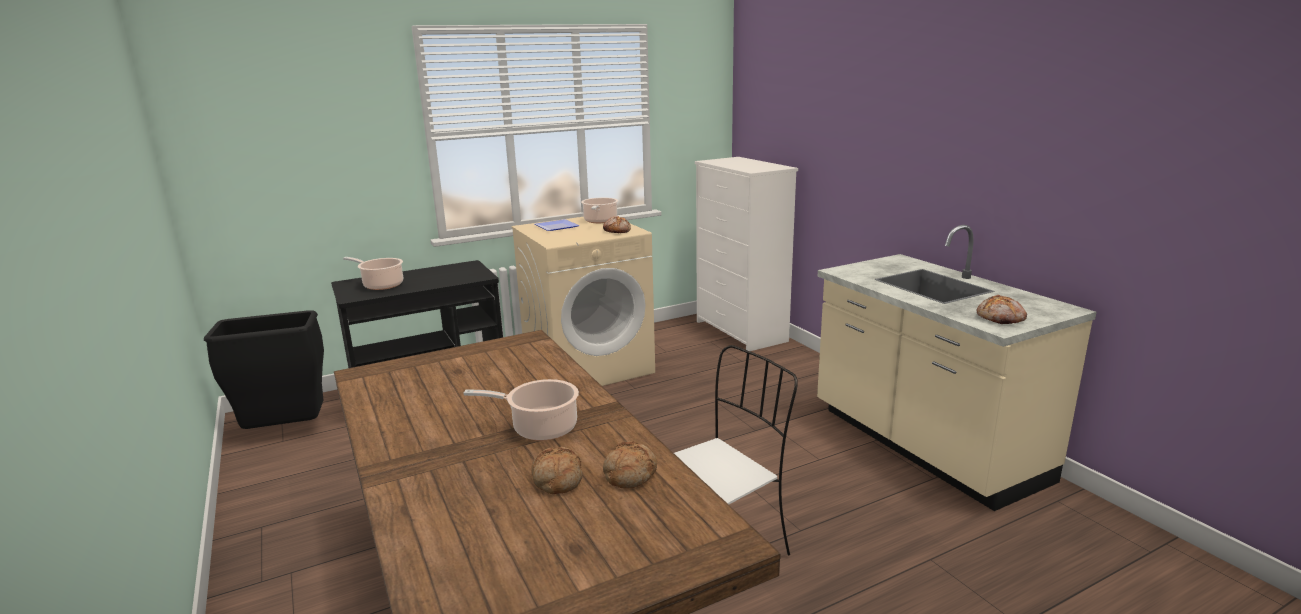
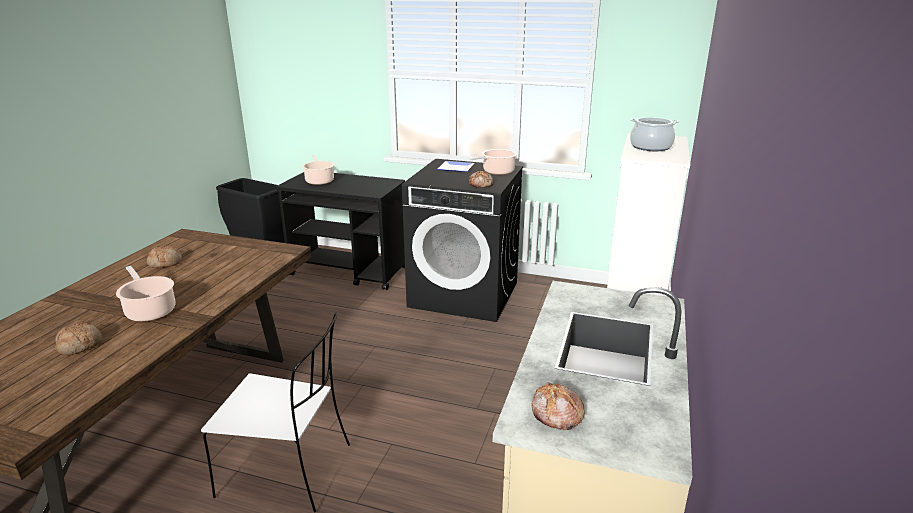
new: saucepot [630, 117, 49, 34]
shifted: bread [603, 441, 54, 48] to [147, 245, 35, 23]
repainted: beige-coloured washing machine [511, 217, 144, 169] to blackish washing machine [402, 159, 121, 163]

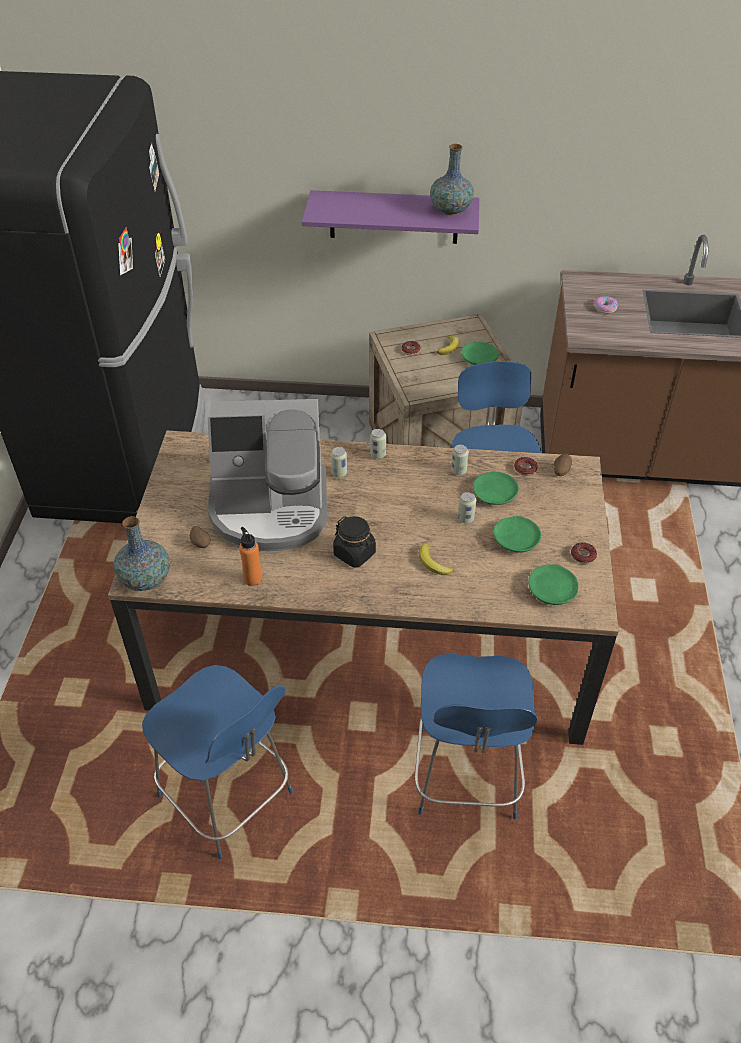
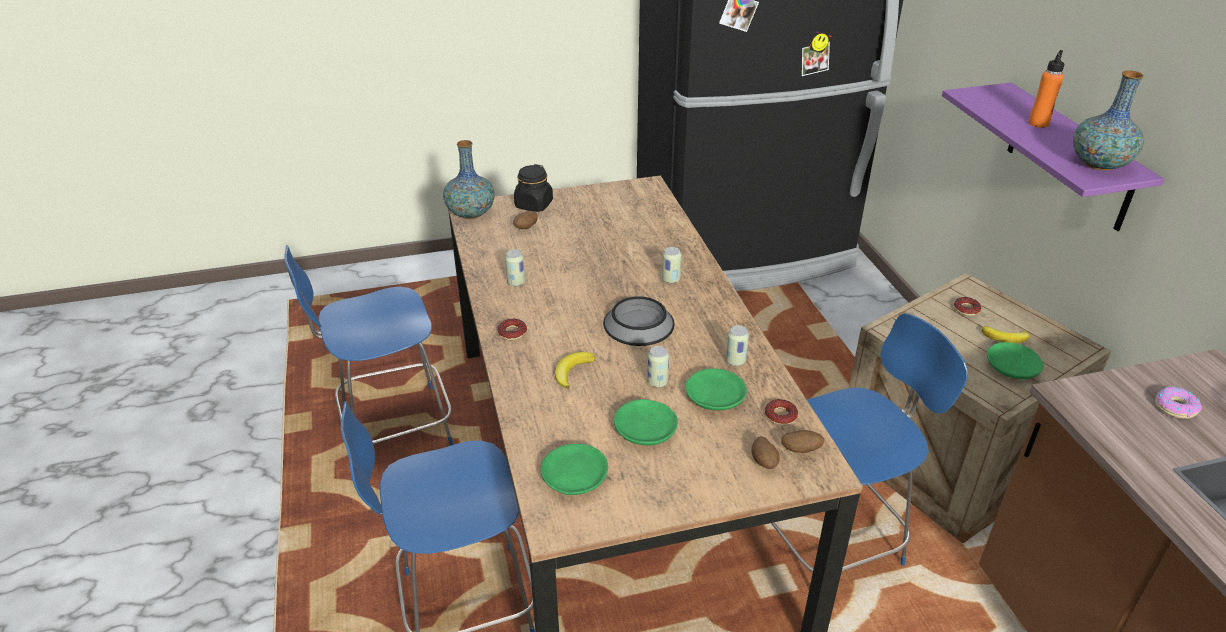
gone: coffee machine [208, 399, 119, 152]
new: serving bowl [603, 296, 72, 50]; potato [751, 436, 29, 33]
shifted: ring doughnut [571, 542, 26, 22] to [498, 319, 29, 21]; sealed can [370, 429, 16, 30] to [505, 249, 20, 37]; blackish preserve jar [333, 516, 43, 52] to [514, 164, 39, 48]; orange-coloured bottle [239, 527, 23, 59] to [1028, 50, 36, 78]
rotated: bluish chair [142, 665, 151, 194] = [285, 245, 168, 200] 45 degrees clockwise

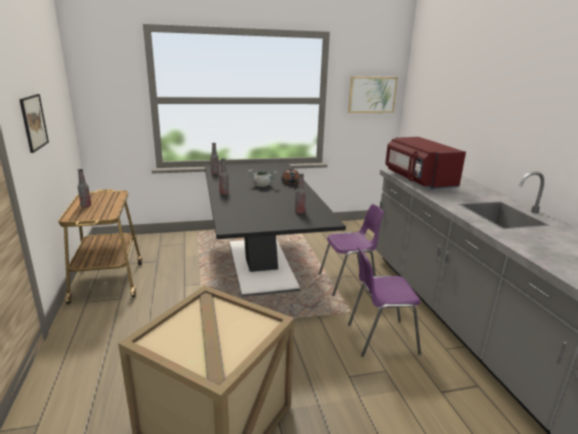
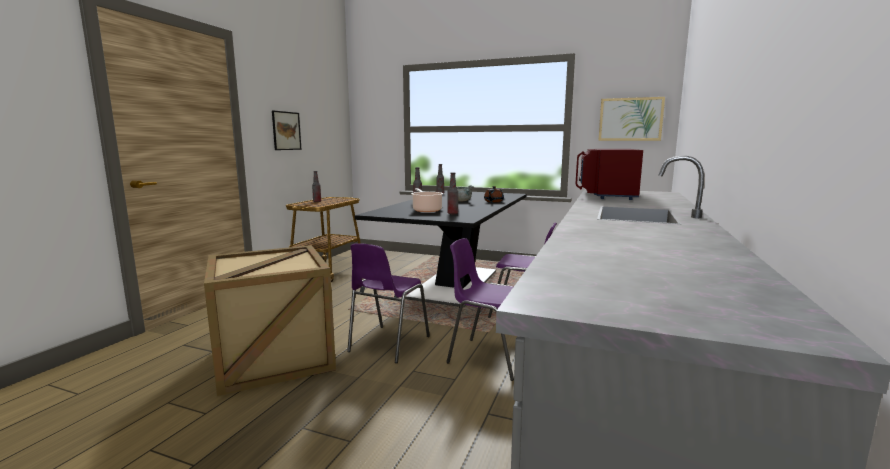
new: purple chair [347, 243, 83, 120]; saucepot [411, 188, 32, 24]

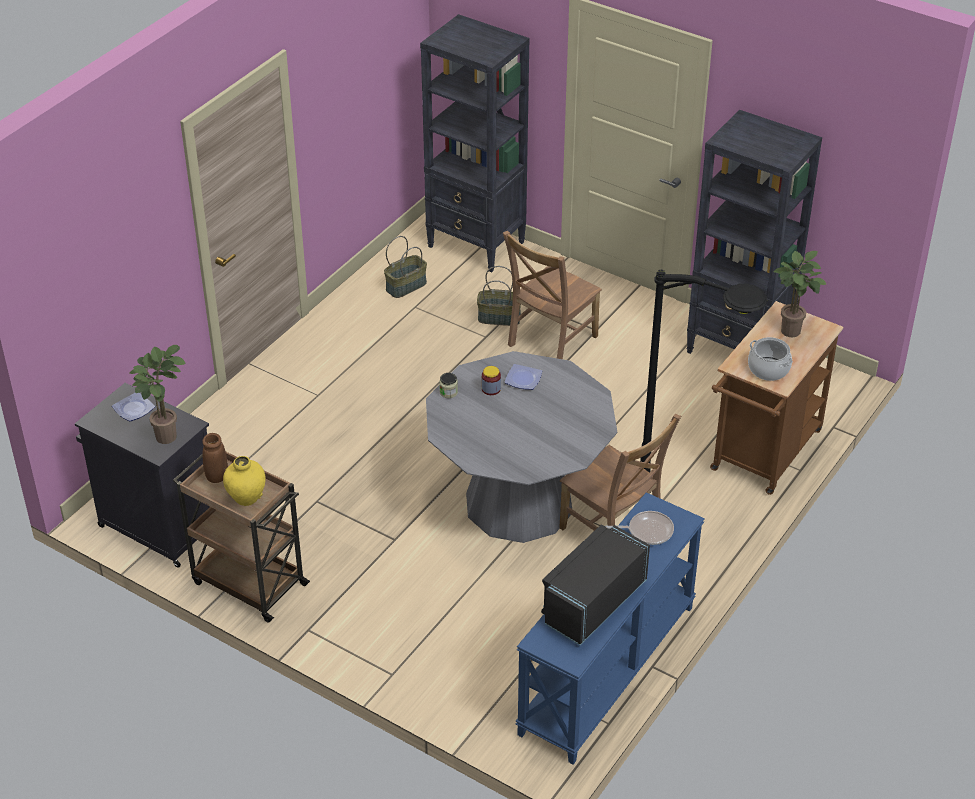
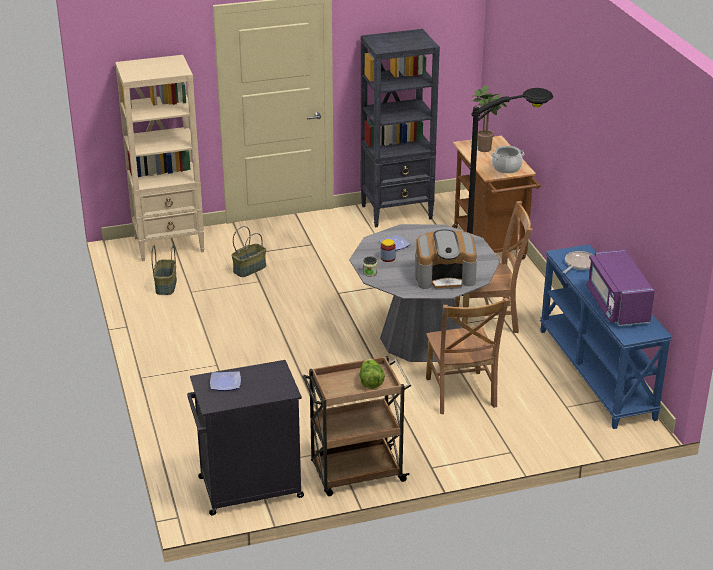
gone: potted plant [130, 345, 56, 99]; brown flower vase [202, 433, 26, 50]
new: coffee machine [415, 229, 62, 61]
shifted: brown chair [503, 231, 99, 128] to [426, 298, 83, 116]
swapped: yellowish flower vase [223, 456, 43, 50] to lettuce [360, 359, 25, 30]
repainted: blackish bookshelf [420, 14, 110, 258] to beige-coloured bookshelf [115, 55, 90, 206]; blackish microwave [541, 524, 109, 121] to purple microwave [586, 249, 69, 77]

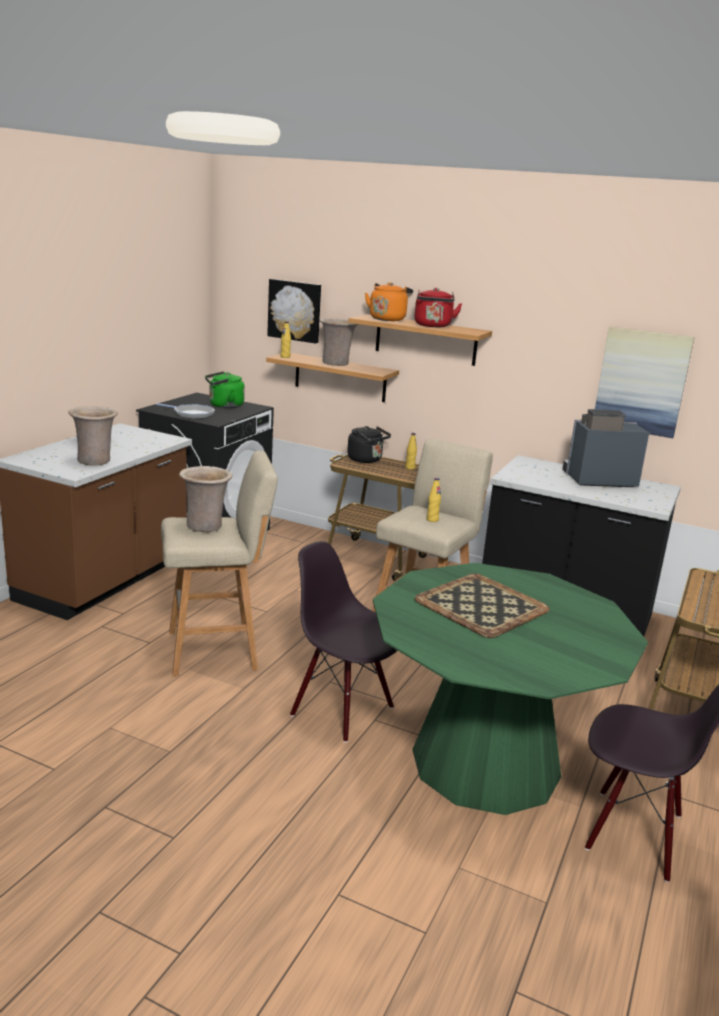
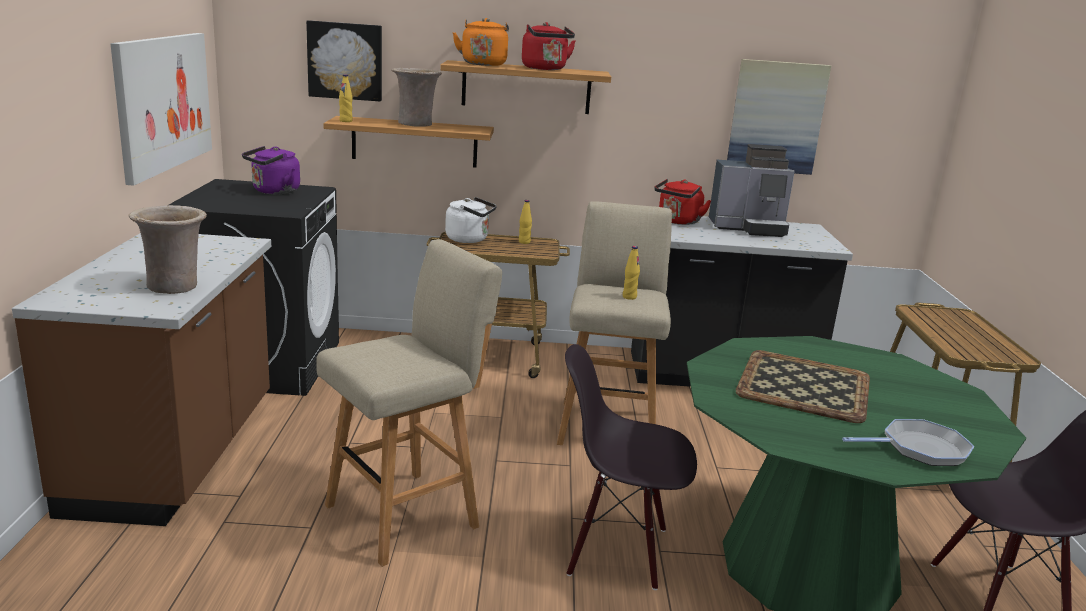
gone: beige-coloured flower vase [179, 466, 54, 66]
new: wall art [110, 33, 102, 153]; red kettle [654, 179, 57, 46]
shifted: pan [156, 403, 59, 16] to [842, 419, 132, 47]
repainted: green-coloured kettle [205, 371, 40, 37] to purple kettle [242, 146, 58, 49]; blackish kettle [347, 426, 44, 37] to white-coloured kettle [445, 197, 51, 46]
rotated: coffee machine [563, 409, 86, 78] = [709, 144, 86, 93] 150 degrees counterclockwise

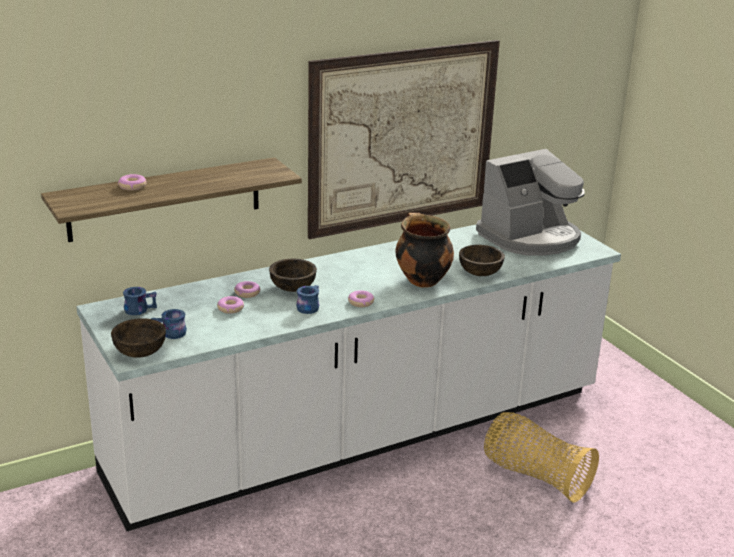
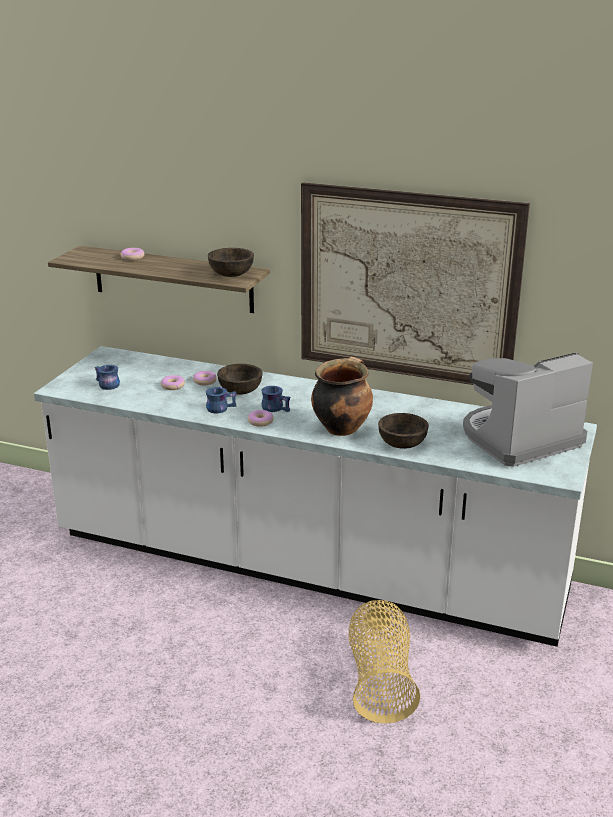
shifted: brown serving bowl [111, 318, 55, 40] to [208, 248, 46, 29]; bluish coffee mug [123, 287, 34, 28] to [261, 386, 29, 26]
rotated: coffee machine [476, 149, 109, 107] = [463, 352, 130, 115] 135 degrees clockwise

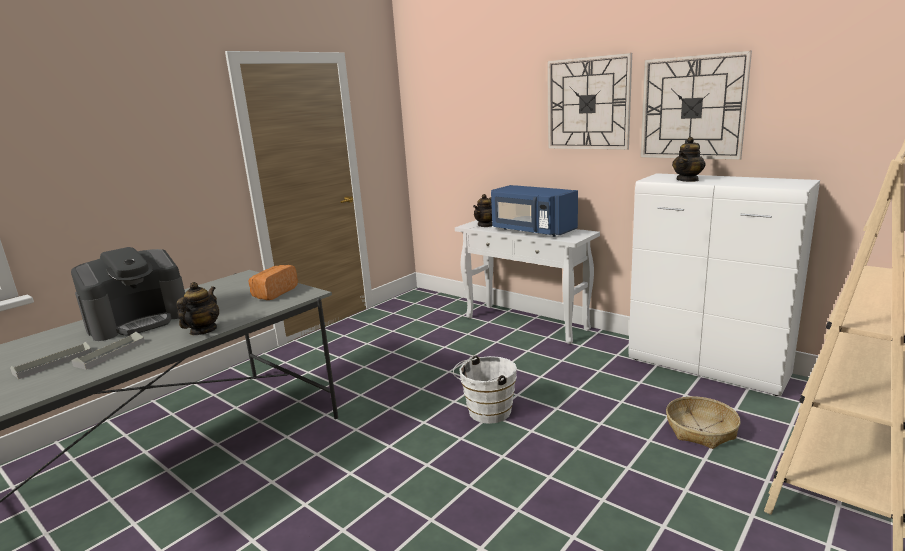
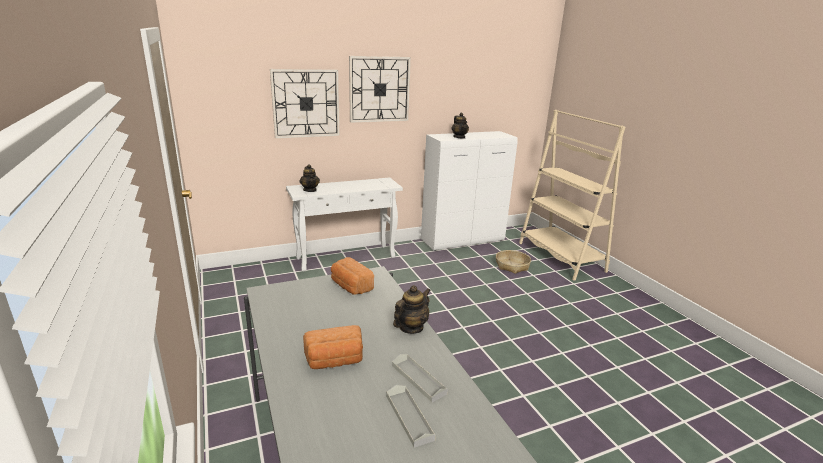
gone: white-coloured pail [453, 355, 64, 69]; bluish microwave [491, 185, 87, 52]
shifted: clock on the wall [640, 50, 112, 110] to [270, 69, 70, 70]
swapped: coffee machine [71, 247, 114, 94] to bread [303, 325, 60, 44]
rotated: tea pot [176, 282, 43, 53] = [393, 285, 38, 49] 90 degrees clockwise

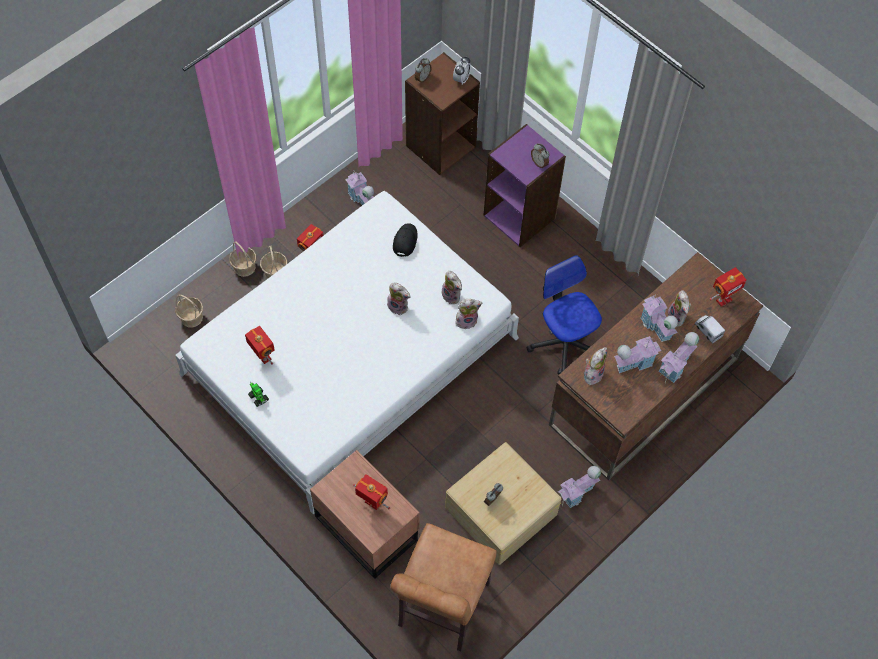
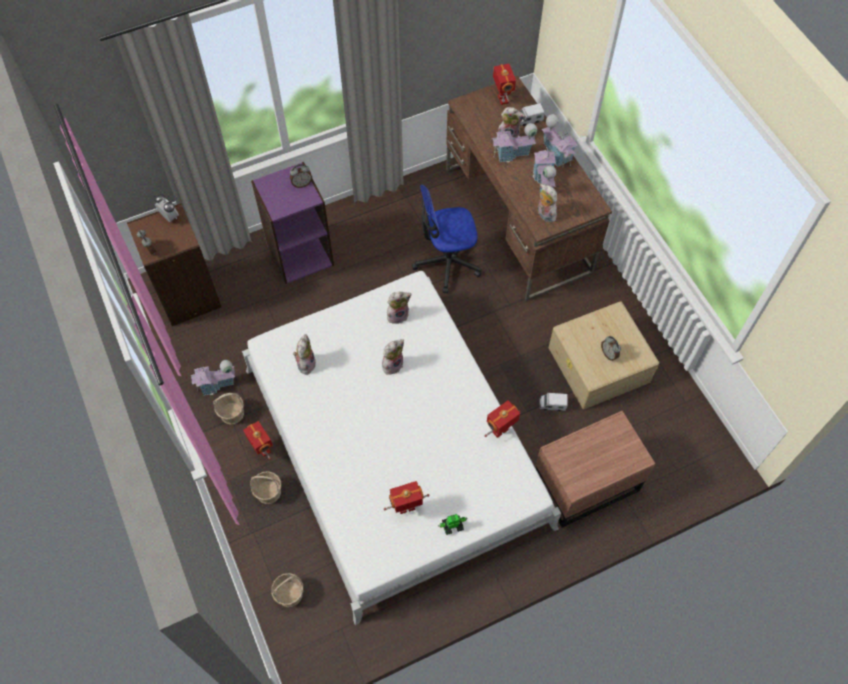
gone: brown chair [391, 523, 106, 128]; blackish cap [393, 223, 25, 34]; miniature house [558, 466, 43, 42]
new: toy truck [540, 393, 28, 18]
shifted: storage basket [229, 241, 27, 36] to [213, 393, 31, 32]; cuddly toy [455, 299, 27, 30] to [293, 334, 23, 41]; toy robot [353, 474, 37, 36] to [484, 400, 36, 38]

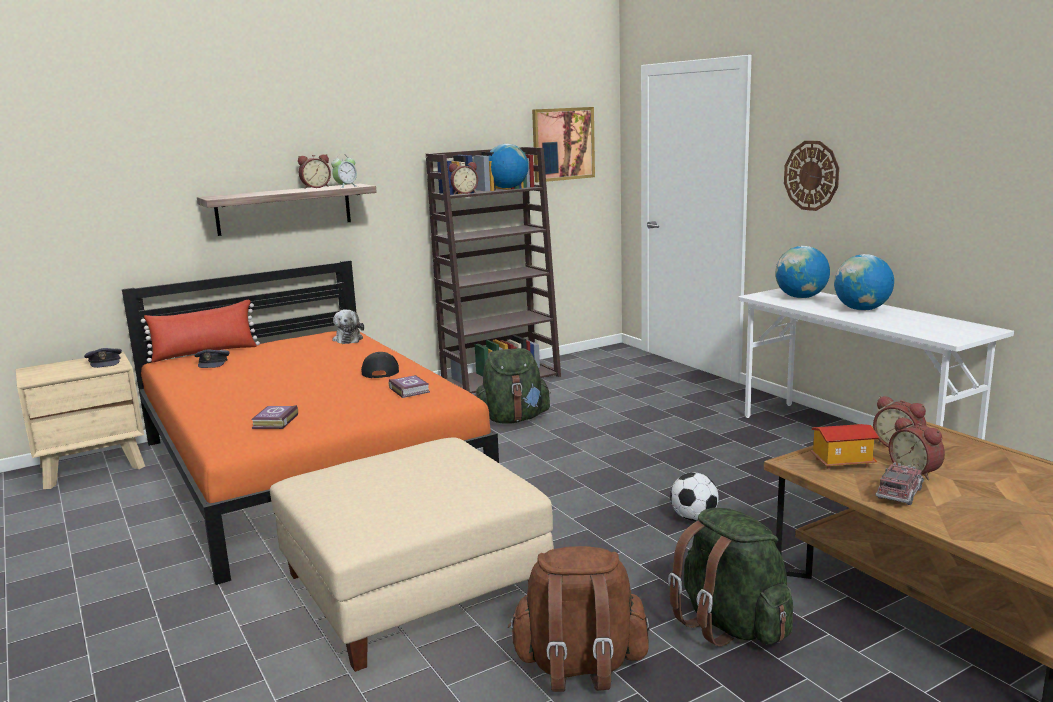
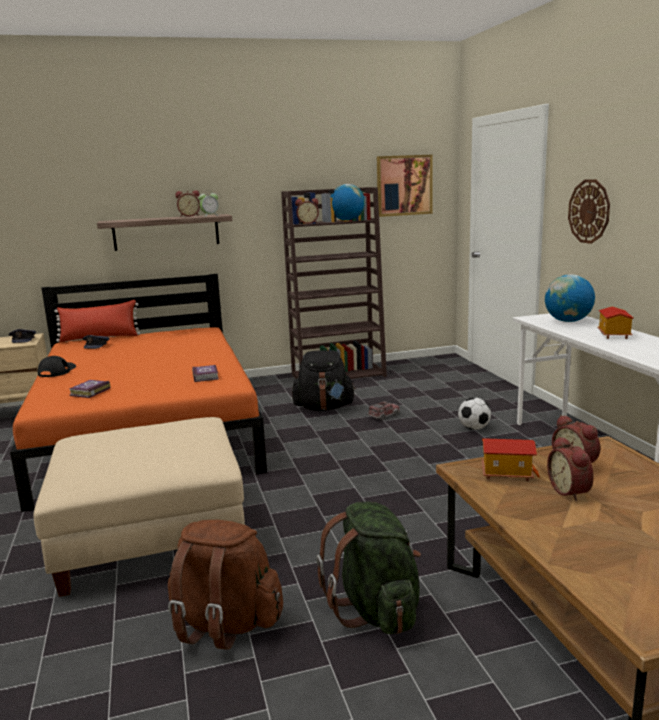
gone: cuddly toy [332, 310, 32, 34]
shifted: blackish cap [361, 352, 38, 26] to [38, 356, 38, 21]; toy truck [875, 462, 49, 43] to [367, 401, 33, 19]; ball for football [670, 473, 49, 48] to [458, 398, 33, 32]
swapped: desk globe [834, 254, 60, 57] to miniature house [597, 306, 37, 33]
repainted: green-coloured backpack [475, 348, 76, 76] to blackish backpack [292, 350, 64, 61]

